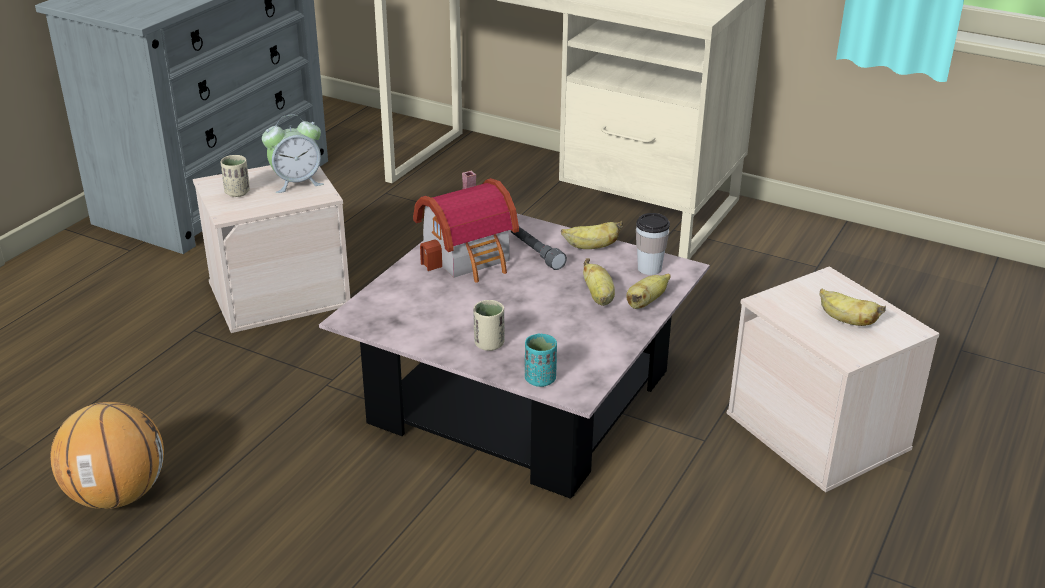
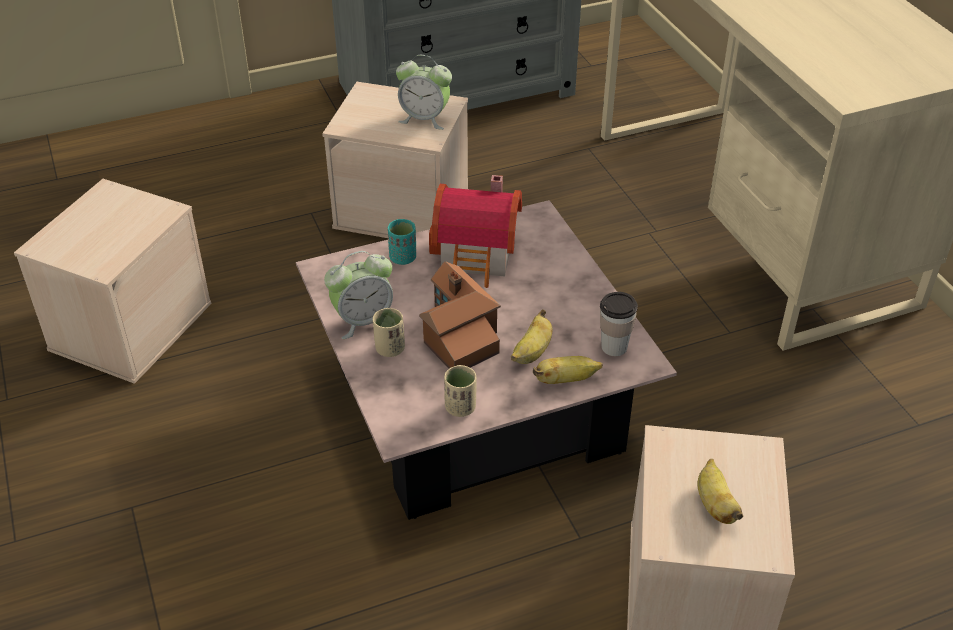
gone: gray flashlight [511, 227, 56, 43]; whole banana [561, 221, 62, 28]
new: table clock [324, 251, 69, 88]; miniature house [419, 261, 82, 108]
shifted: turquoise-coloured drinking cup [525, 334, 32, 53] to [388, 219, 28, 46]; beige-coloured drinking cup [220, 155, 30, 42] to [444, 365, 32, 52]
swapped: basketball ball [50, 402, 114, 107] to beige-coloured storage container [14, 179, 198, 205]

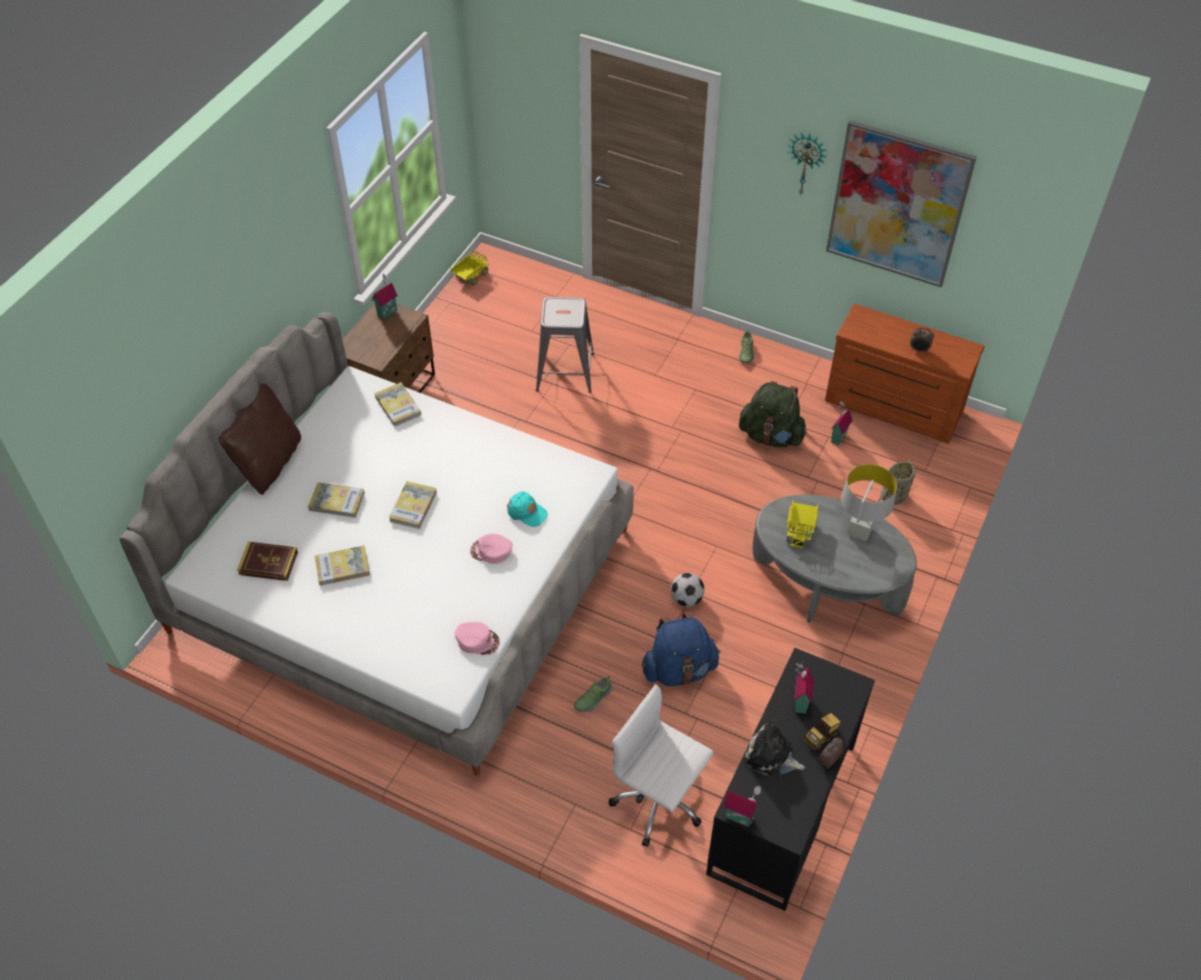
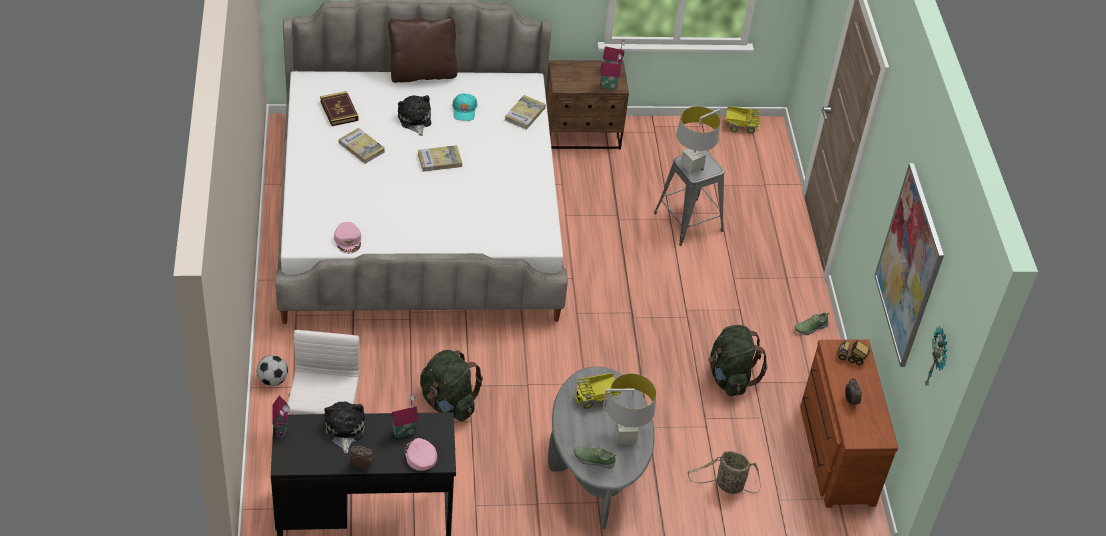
new: gray table lamp [676, 106, 44, 68]
shifted: ball for football [671, 573, 33, 34] to [257, 355, 31, 31]; pink-coloured cap [470, 534, 42, 30] to [405, 438, 32, 33]; turquoise-coloured cap [507, 491, 41, 36] to [453, 94, 24, 27]; low shoe [574, 676, 39, 36] to [574, 447, 43, 22]; miniature house [831, 401, 22, 44] to [600, 53, 23, 37]; toy truck [804, 713, 38, 38] to [837, 340, 33, 25]; clock on the wall [787, 132, 39, 64] to [925, 326, 22, 61]
swapped: volume [308, 482, 57, 36] to cuddly toy [398, 95, 33, 41]
repainted: bluish backpack [642, 611, 79, 75] to green-coloured backpack [420, 350, 63, 71]

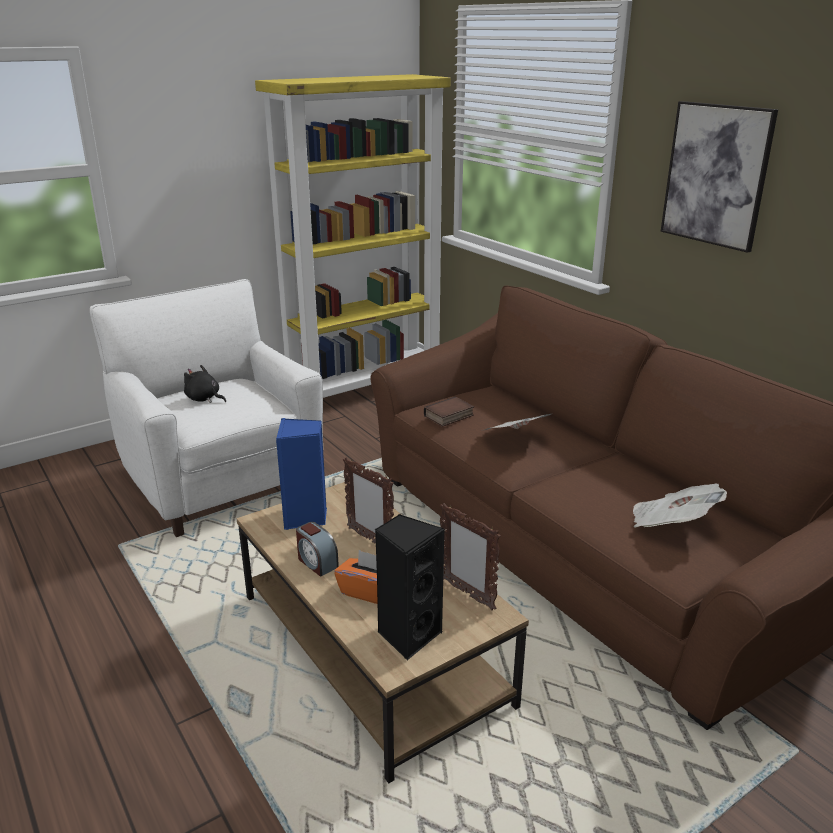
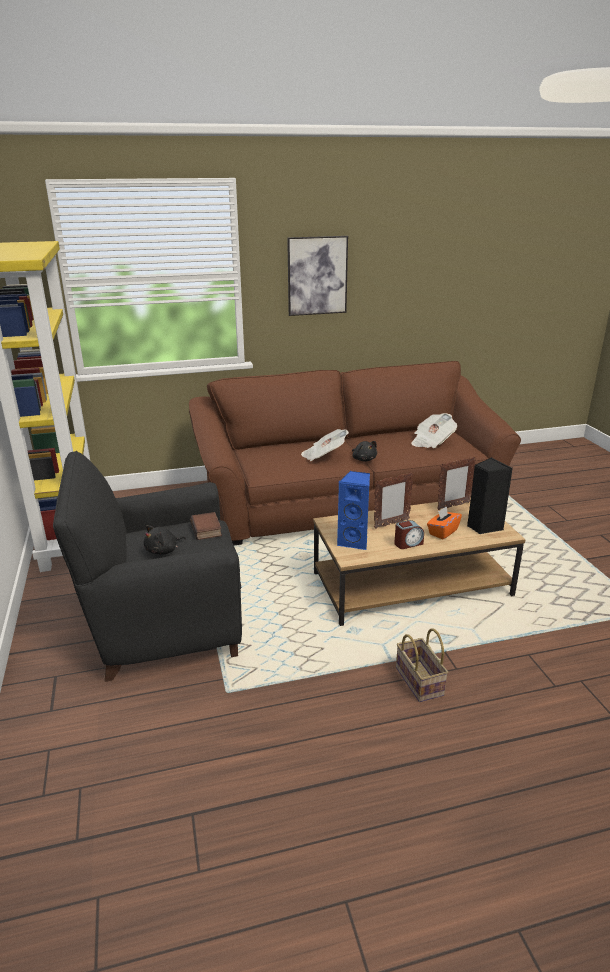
new: blackish cuddly toy [352, 441, 25, 20]; storage basket [396, 628, 52, 74]
shifted: volume [424, 397, 50, 30] to [190, 512, 32, 28]
repainted: white-coloured lounge chair [90, 279, 233, 258] to blackish lounge chair [53, 451, 189, 231]

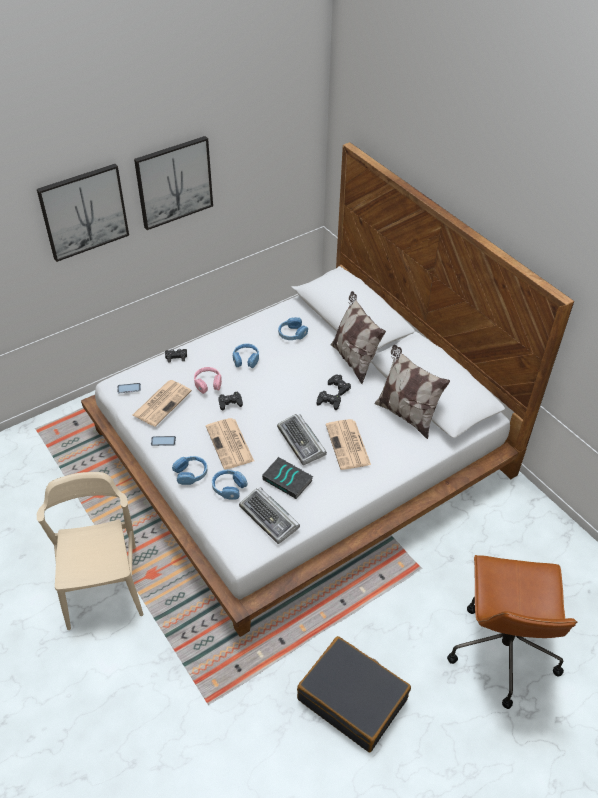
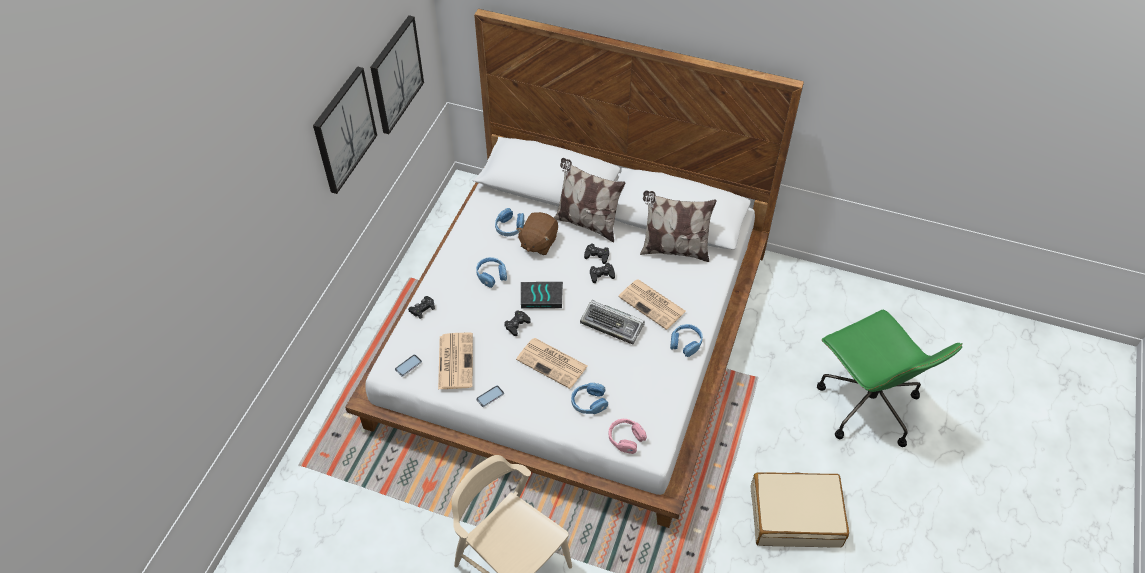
gone: computer keyboard [239, 487, 61, 57]
new: brown cuddly toy [517, 212, 41, 43]
shifted: wall art [37, 164, 92, 98] to [370, 15, 54, 119]; volume [262, 457, 51, 42] to [521, 282, 42, 27]; pink-coloured headphones [194, 367, 28, 27] to [609, 419, 38, 35]; bluish headphones [172, 456, 35, 29] to [670, 324, 33, 33]
repainted: blackish travel case [297, 636, 114, 116] to beige-coloured travel case [750, 472, 99, 75]; brown office chair [447, 555, 131, 154] to green-coloured office chair [817, 310, 146, 137]

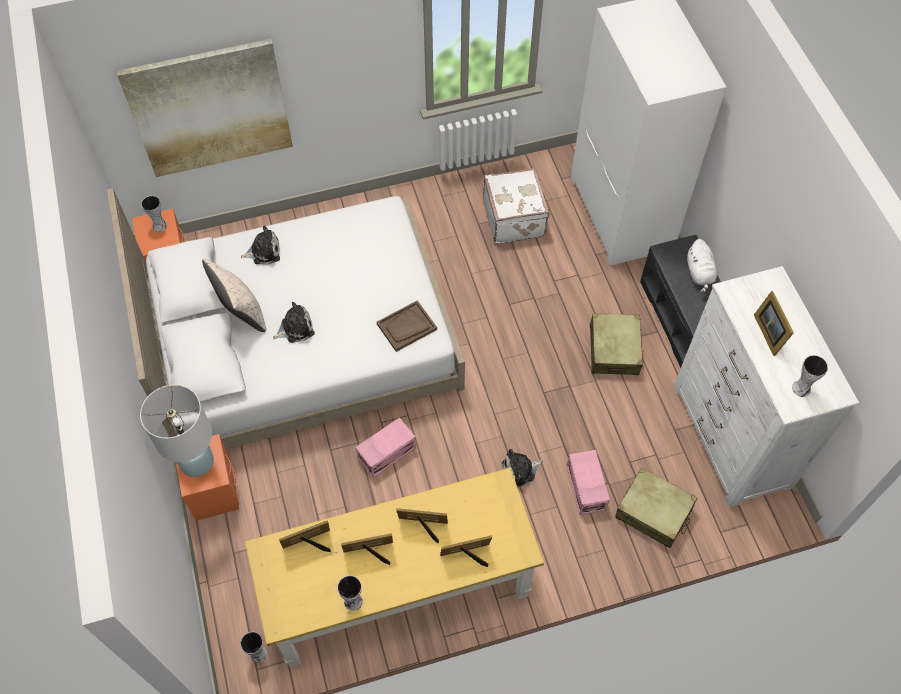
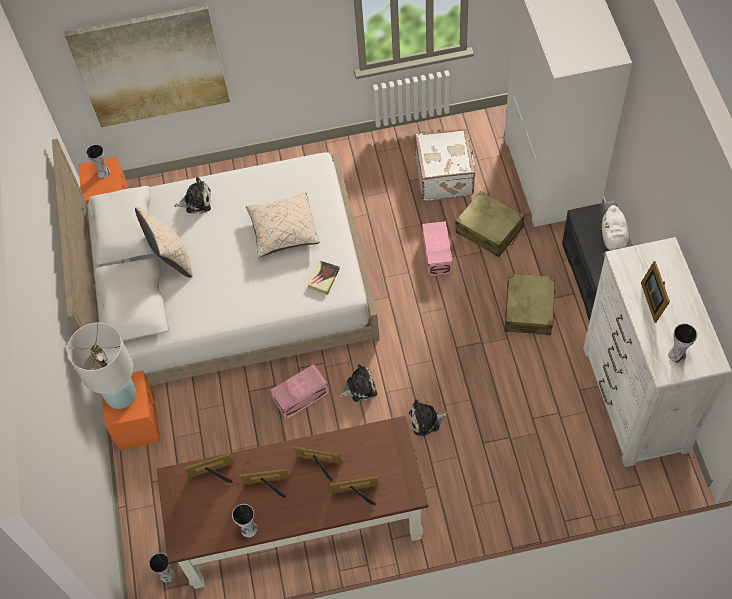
new: beige-coloured cushion [246, 193, 73, 64]
shifted: cuddly toy [273, 302, 42, 41] to [339, 364, 38, 38]; pink-coloured storage container [567, 450, 43, 65] to [422, 221, 31, 55]; beige-coloured travel case [615, 468, 83, 80] to [455, 191, 70, 66]
swapped: brown carrying tray [377, 300, 60, 52] to volume [307, 260, 33, 35]
repainted: yellowish desk [245, 468, 299, 199] to brown desk [156, 416, 272, 173]

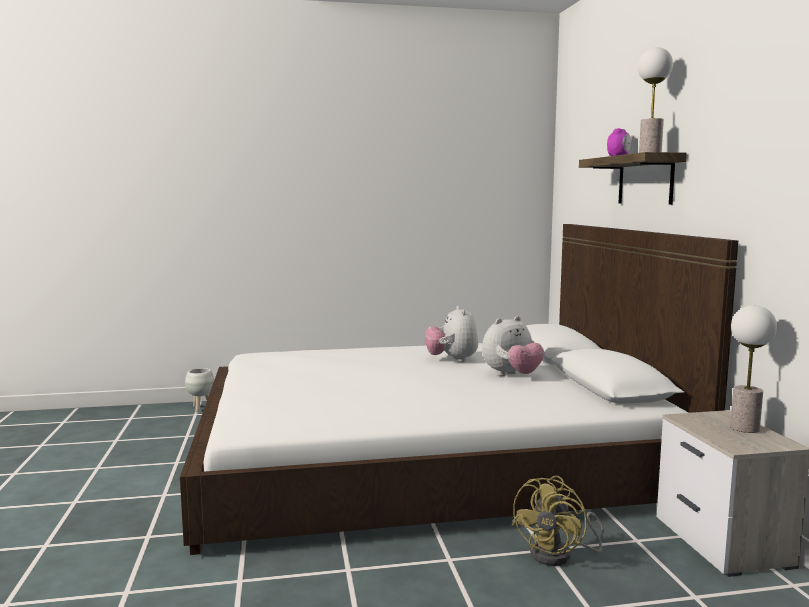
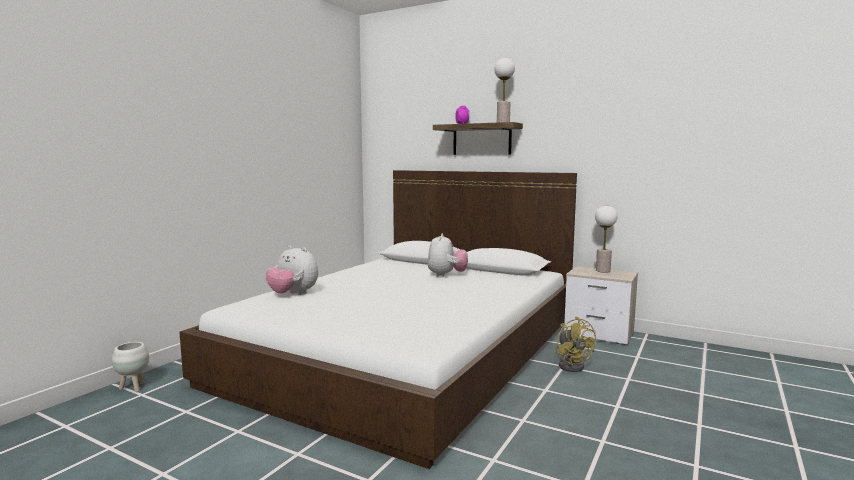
shifted: cuddly toy [425, 306, 53, 56] to [266, 246, 52, 49]

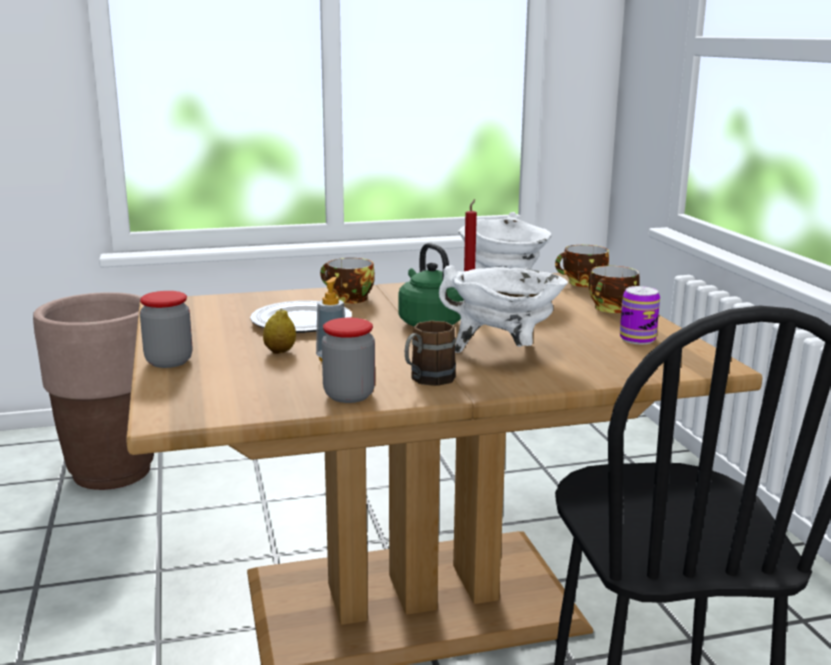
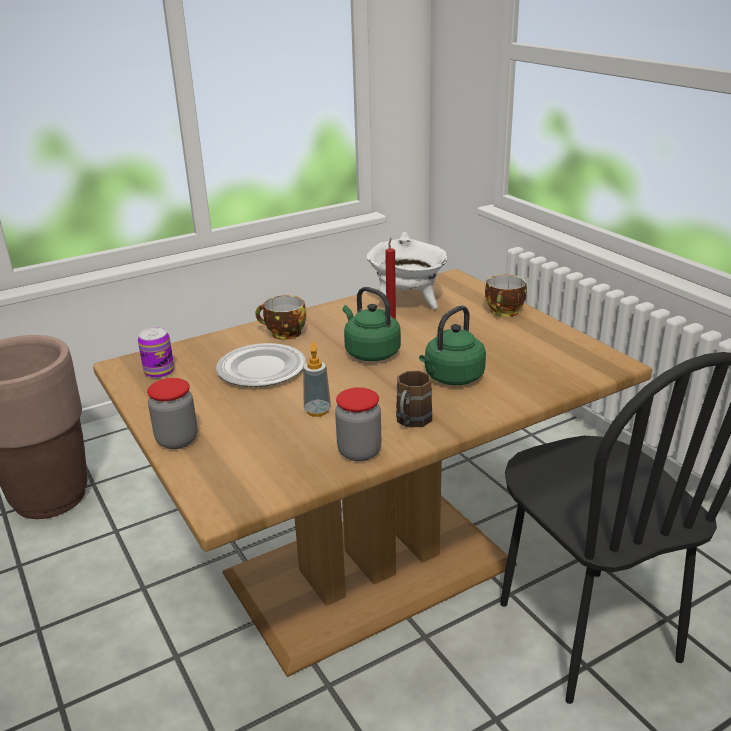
gone: lemon [263, 309, 33, 45]; drinking cup [555, 245, 54, 42]
shifted: sealed can [620, 286, 40, 58] to [138, 328, 36, 50]
swapped: white-coloured saucepot [439, 265, 129, 88] to green-coloured kettle [419, 306, 67, 79]

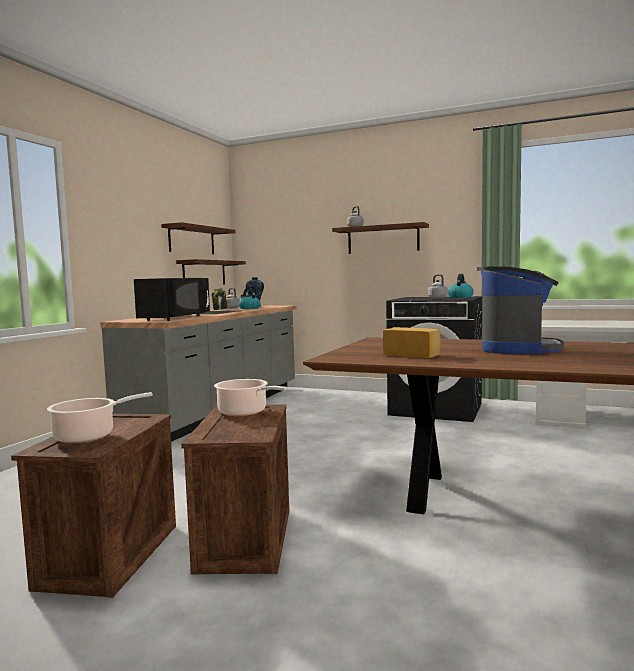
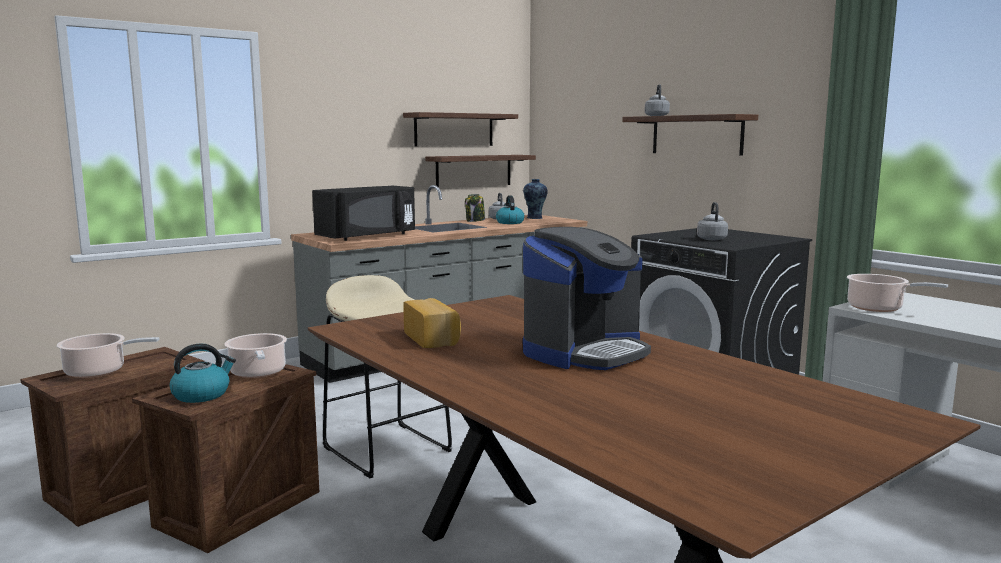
new: beige-coloured stool [323, 275, 129, 203]; saucepot [847, 274, 101, 38]
shifted: kettle [448, 274, 26, 24] to [170, 343, 66, 60]

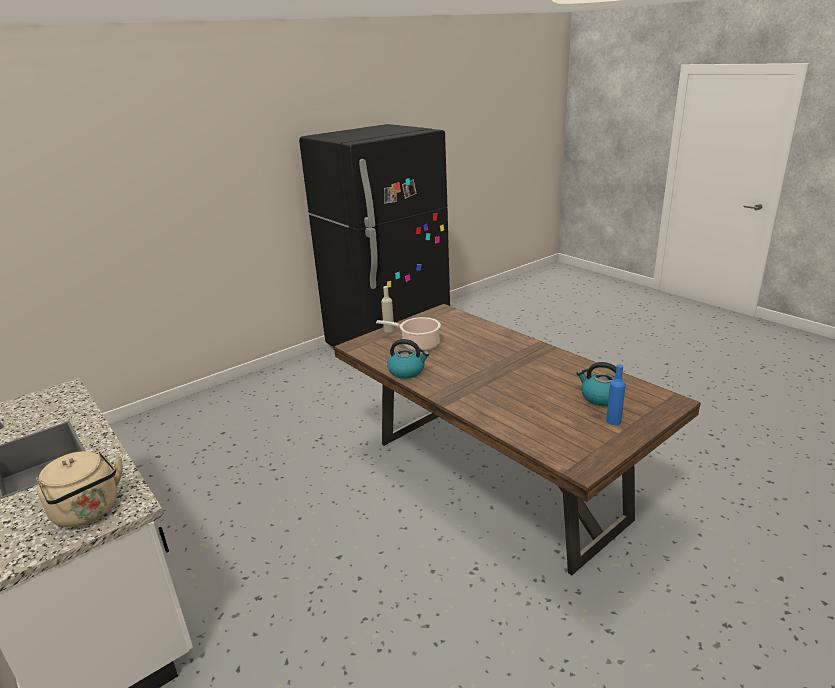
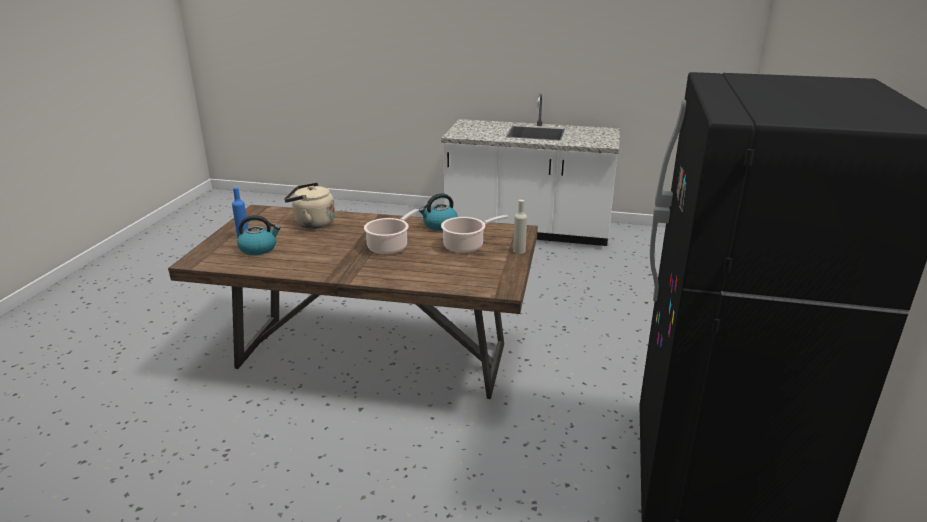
new: saucepot [364, 209, 55, 46]
shifted: beige-coloured kettle [36, 450, 87, 77] to [284, 183, 51, 46]

